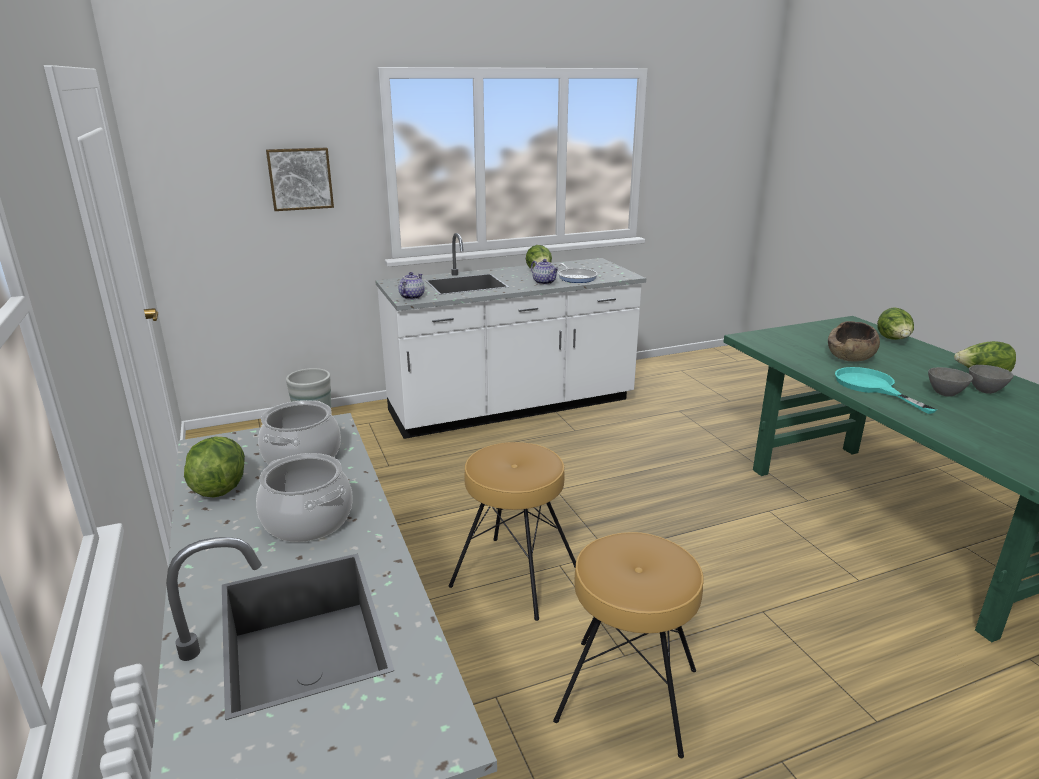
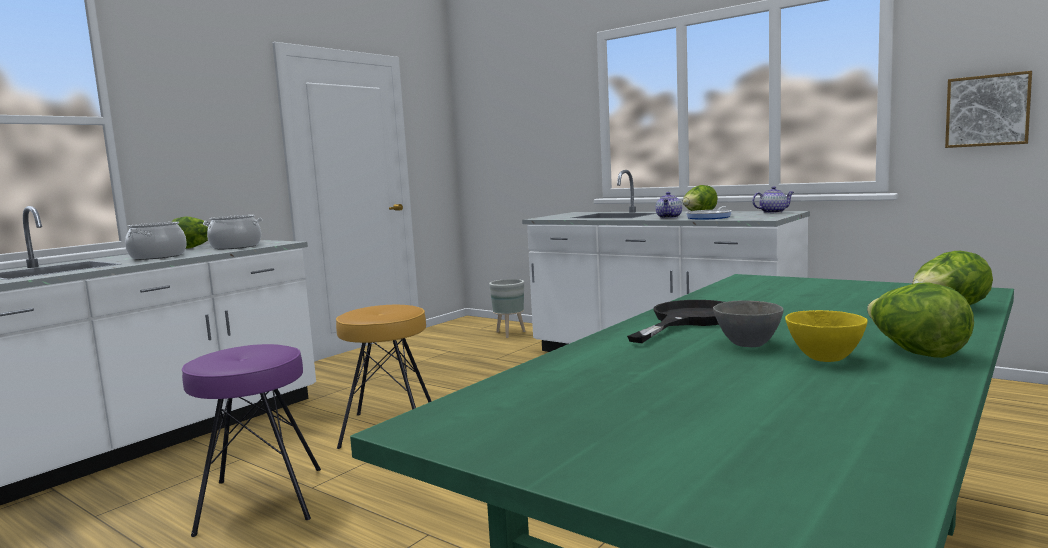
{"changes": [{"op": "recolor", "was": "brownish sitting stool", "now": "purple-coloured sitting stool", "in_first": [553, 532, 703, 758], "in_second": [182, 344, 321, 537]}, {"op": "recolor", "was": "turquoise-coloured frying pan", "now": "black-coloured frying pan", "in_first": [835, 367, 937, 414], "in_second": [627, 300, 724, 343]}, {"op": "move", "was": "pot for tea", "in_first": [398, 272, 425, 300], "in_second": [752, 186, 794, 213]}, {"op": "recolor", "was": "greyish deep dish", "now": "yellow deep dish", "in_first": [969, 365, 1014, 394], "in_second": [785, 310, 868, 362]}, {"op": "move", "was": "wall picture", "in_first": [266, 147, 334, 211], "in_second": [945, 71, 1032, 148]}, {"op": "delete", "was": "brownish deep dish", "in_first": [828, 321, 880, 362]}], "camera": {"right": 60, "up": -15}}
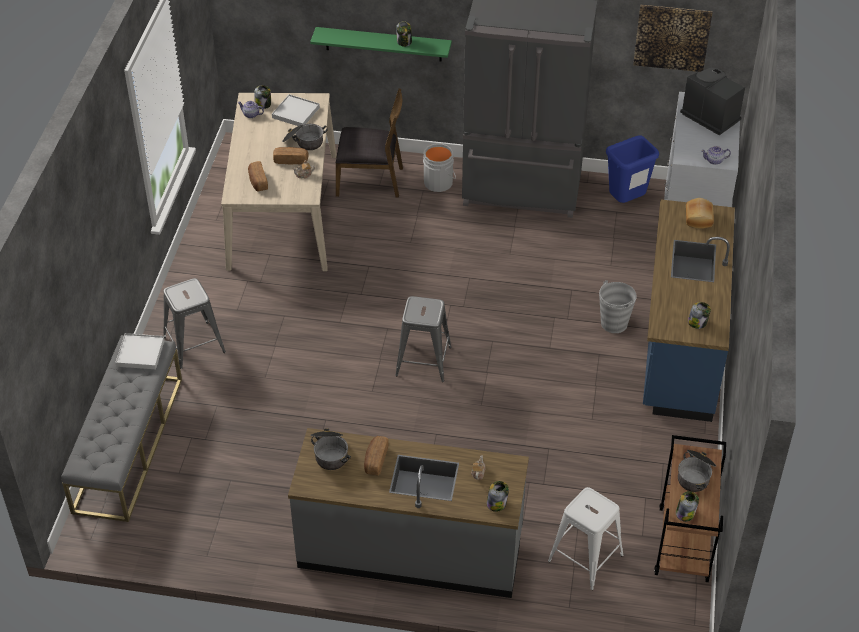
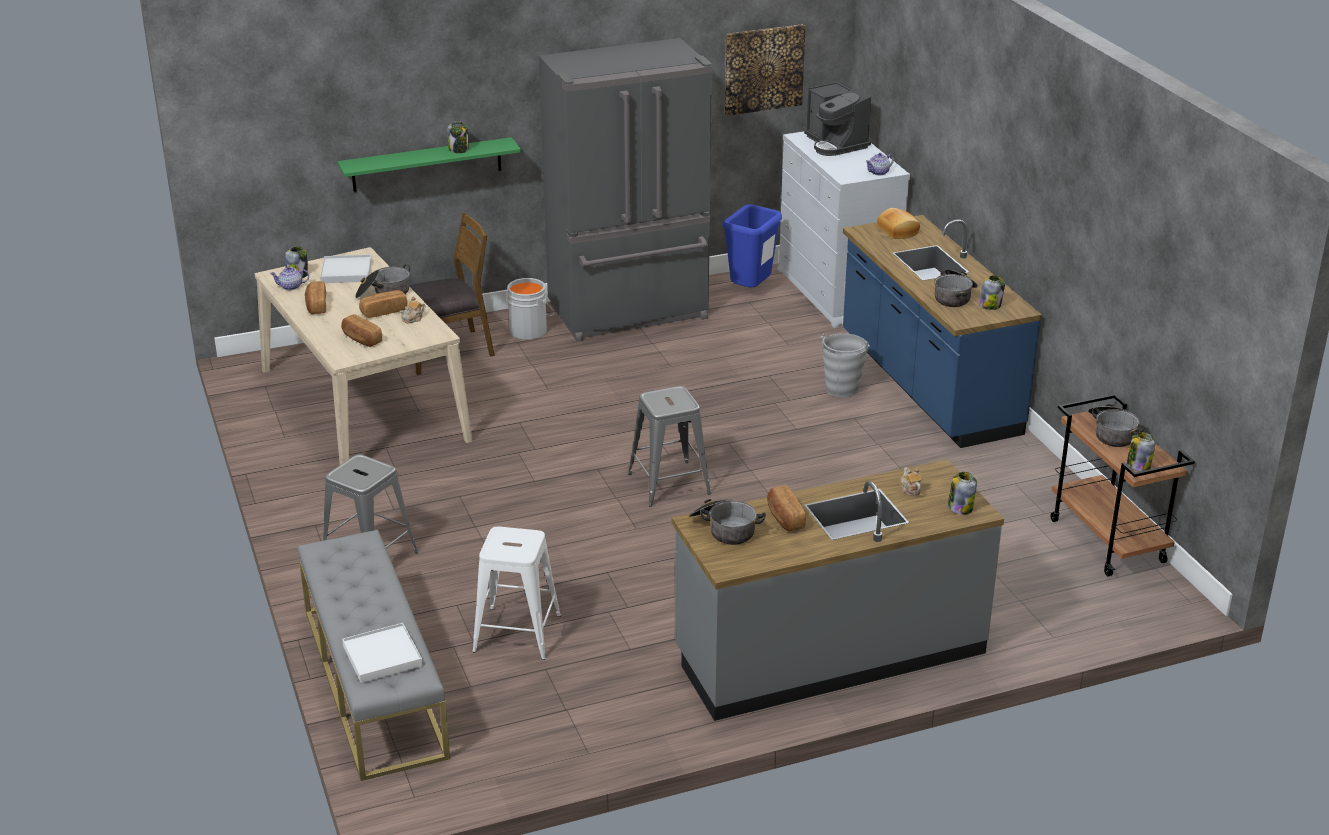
{"changes": [{"op": "insert", "now": "bakery bread", "in_second": [305, 281, 326, 314]}, {"op": "move", "was": "whitish carrying tray", "in_first": [115, 333, 165, 369], "in_second": [342, 623, 423, 683]}, {"op": "move", "was": "whitish sitting stool", "in_first": [548, 487, 624, 590], "in_second": [472, 527, 561, 660]}, {"op": "rotate", "was": "coffee machine", "in_first": [680, 68, 745, 135], "in_second": [804, 82, 871, 156], "clockwise": -135}, {"op": "insert", "now": "cooking pot", "in_second": [935, 269, 978, 307]}], "camera": {"right": -30, "up": -15}}
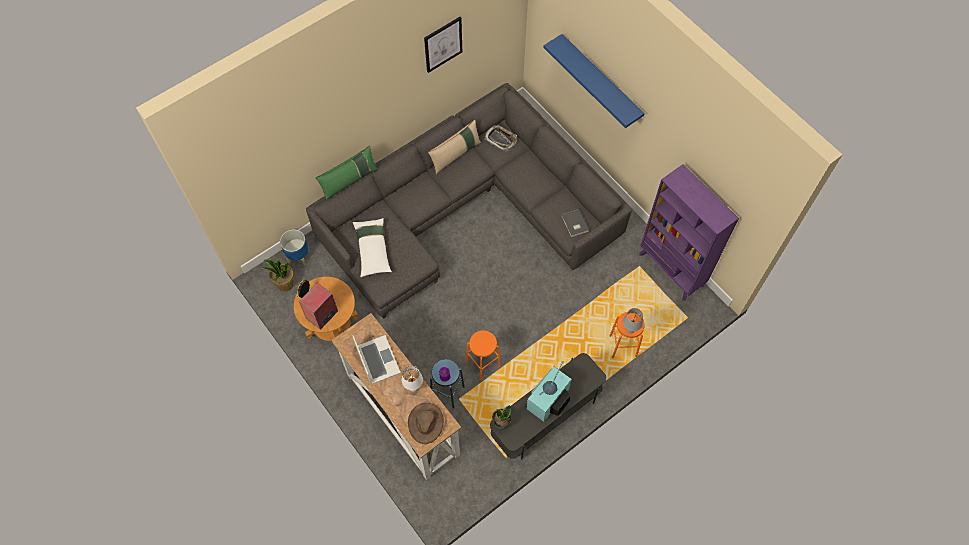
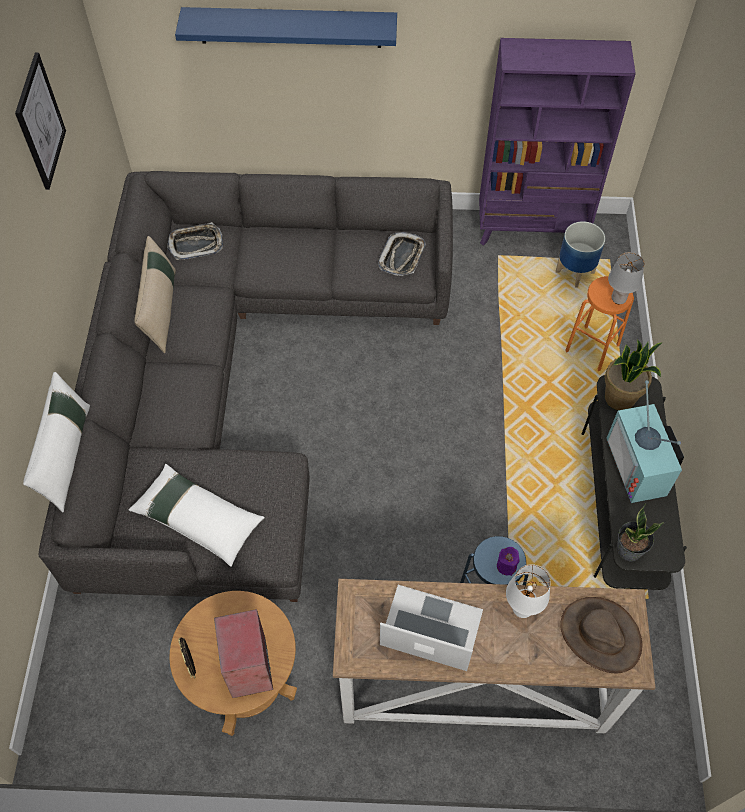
{"changes": [{"op": "recolor", "was": "green pillow", "now": "whitish pillow", "in_first": [316, 146, 378, 201], "in_second": [23, 372, 90, 512]}, {"op": "replace", "was": "greyish bound book", "now": "carrying tray", "in_first": [562, 209, 589, 237], "in_second": [378, 232, 426, 276]}, {"op": "move", "was": "planter", "in_first": [280, 229, 309, 265], "in_second": [556, 221, 605, 288]}, {"op": "move", "was": "plant in a pot", "in_first": [261, 259, 294, 292], "in_second": [604, 339, 663, 410]}, {"op": "delete", "was": "orange-coloured sitting stool", "in_first": [466, 330, 501, 381]}], "camera": {"right": -50, "up": -5}}
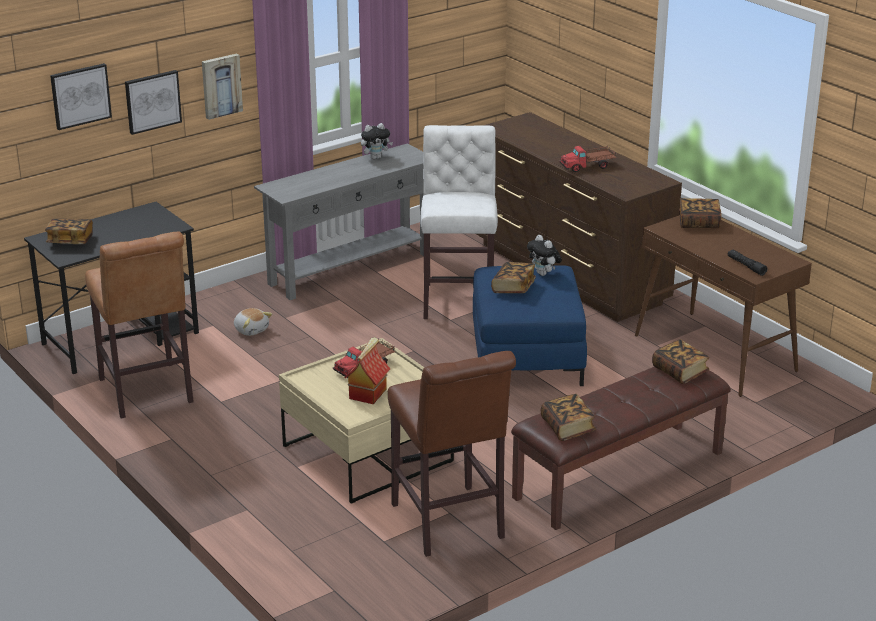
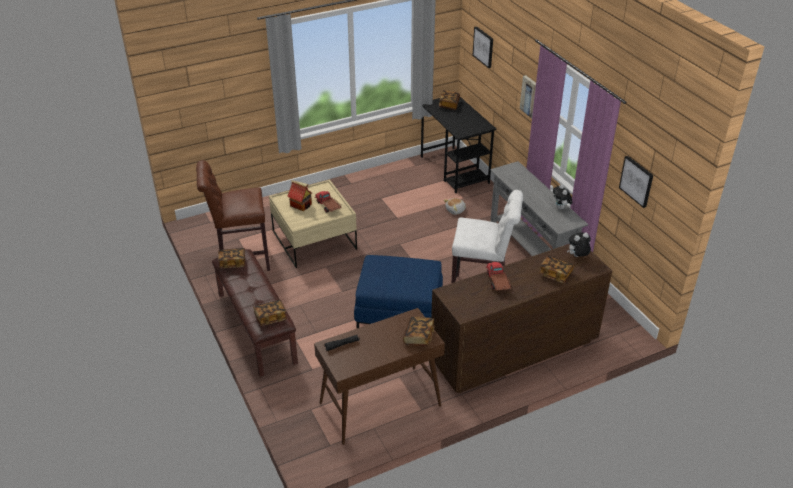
{"changes": [{"op": "move", "was": "bound book", "in_first": [491, 262, 536, 293], "in_second": [539, 256, 574, 283]}, {"op": "move", "was": "cuddly toy", "in_first": [527, 235, 562, 276], "in_second": [567, 232, 591, 257]}, {"op": "move", "was": "wall picture", "in_first": [125, 70, 182, 135], "in_second": [619, 156, 653, 208]}, {"op": "delete", "was": "brownish sitting stool", "in_first": [85, 232, 194, 418]}], "camera": {"right": 100, "up": 10}}
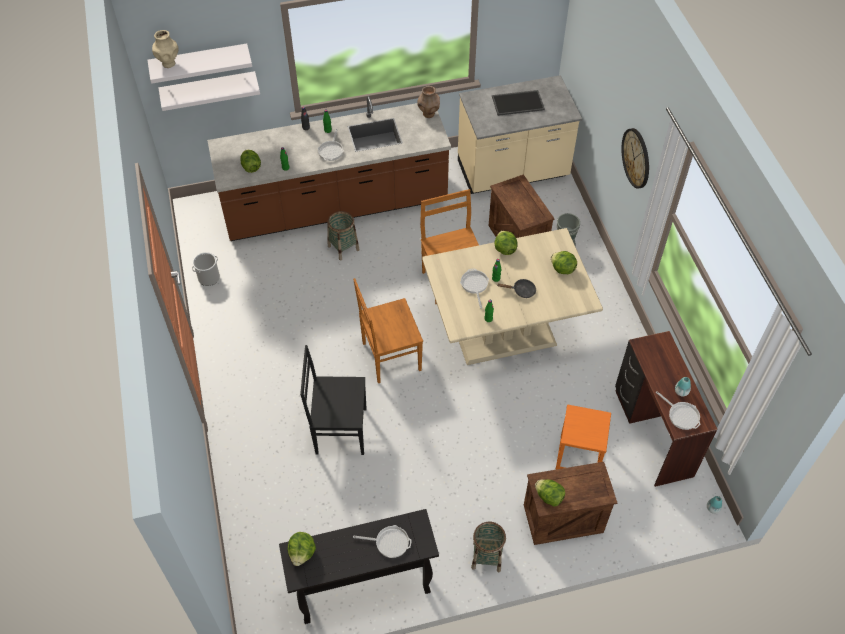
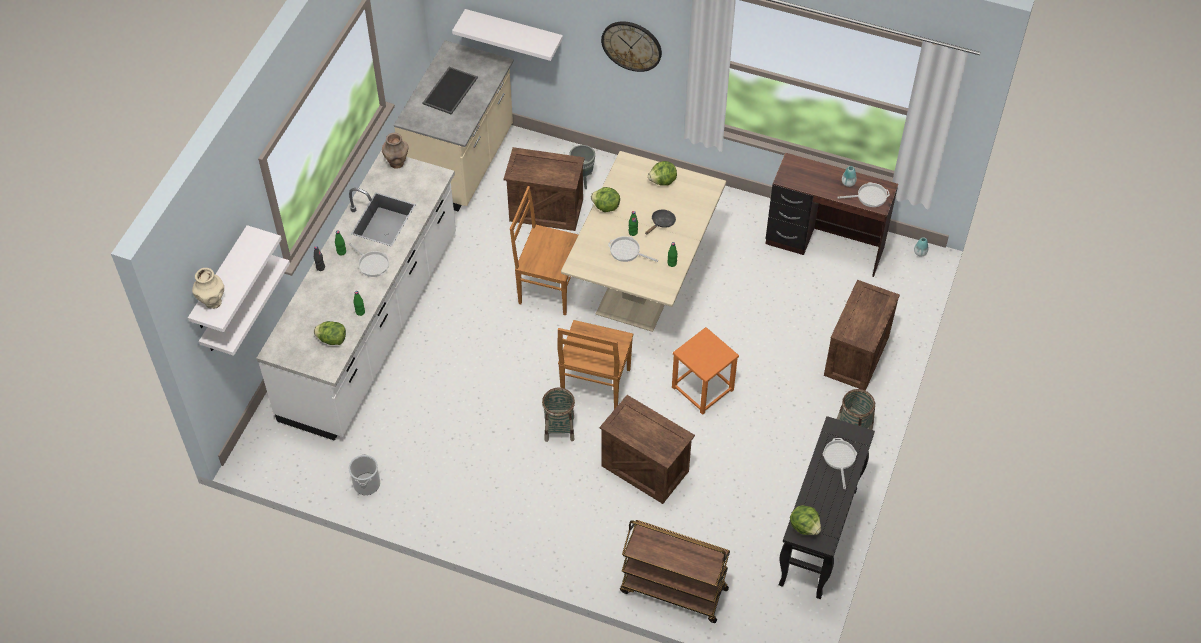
{"changes": [{"op": "recolor", "was": "brownish kitchen counter", "now": "whitish kitchen counter", "in_first": [207, 96, 451, 241], "in_second": [256, 150, 456, 441]}, {"op": "insert", "now": "whitish wall shelf", "in_second": [452, 9, 563, 61]}, {"op": "move", "was": "household basket", "in_first": [327, 211, 359, 261], "in_second": [542, 387, 575, 442]}, {"op": "replace", "was": "black-coloured plain chair", "now": "crate", "in_first": [300, 345, 366, 455], "in_second": [600, 395, 695, 504]}, {"op": "insert", "now": "brownish trolley", "in_second": [620, 520, 730, 623]}, {"op": "move", "was": "orange-coloured sitting stool", "in_first": [555, 404, 611, 470], "in_second": [672, 327, 739, 415]}, {"op": "rotate", "was": "frying pan", "in_first": [353, 525, 412, 558], "in_second": [822, 438, 857, 489], "clockwise": -45}, {"op": "delete", "was": "lettuce", "in_first": [535, 479, 565, 507]}], "camera": {"right": -55, "up": 0}}
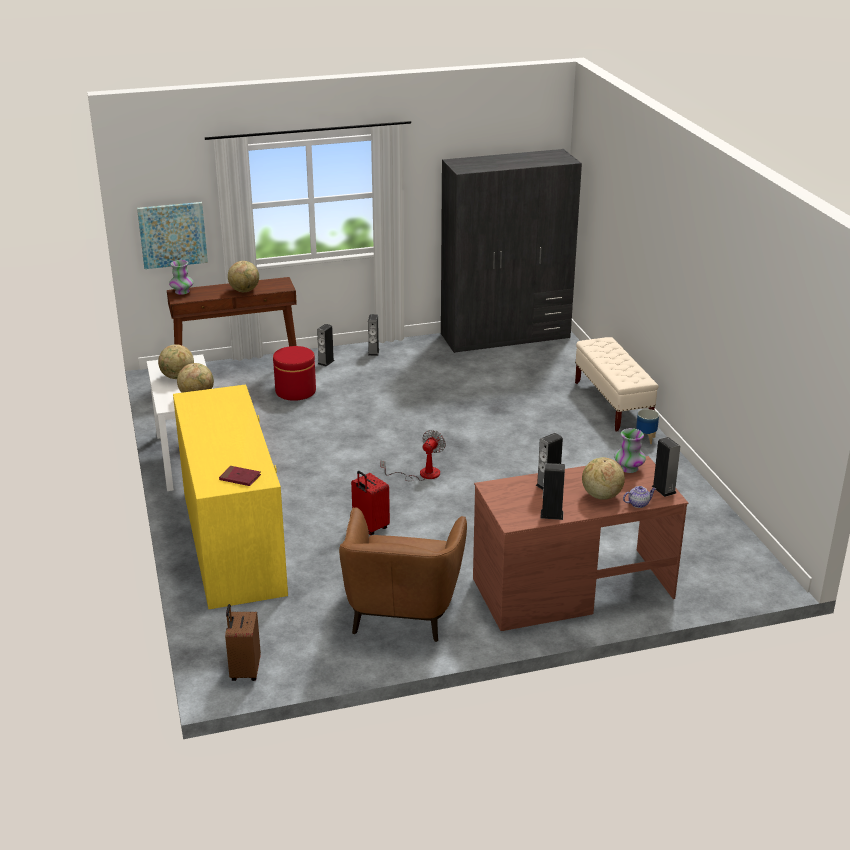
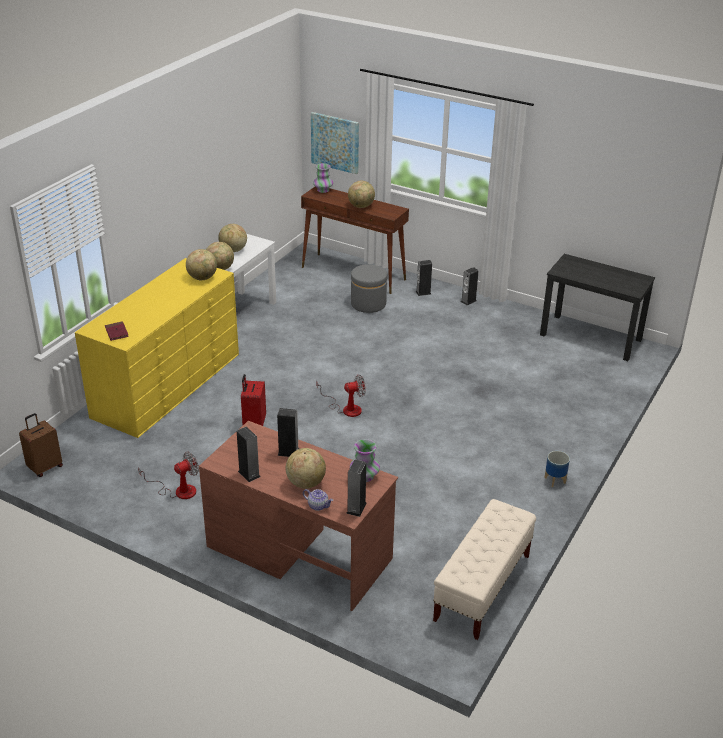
{"changes": [{"op": "replace", "was": "brownish easy chair", "now": "fan", "in_first": [339, 508, 467, 642], "in_second": [138, 452, 199, 499]}, {"op": "insert", "now": "desk globe", "in_second": [186, 249, 217, 280]}, {"op": "recolor", "was": "reddish footrest", "now": "greyish footrest", "in_first": [273, 346, 316, 401], "in_second": [351, 264, 387, 313]}, {"op": "move", "was": "beige-coloured indoor bench", "in_first": [575, 337, 659, 432], "in_second": [433, 499, 536, 640]}, {"op": "replace", "was": "greyish clothes cupboard", "now": "black-coloured desk unit", "in_first": [441, 149, 582, 353], "in_second": [540, 254, 655, 361]}], "camera": {"right": 45, "up": 5}}
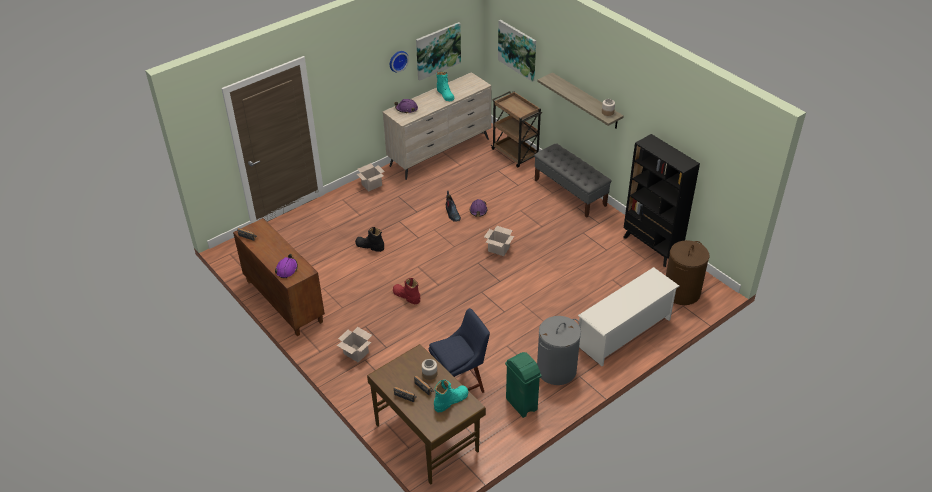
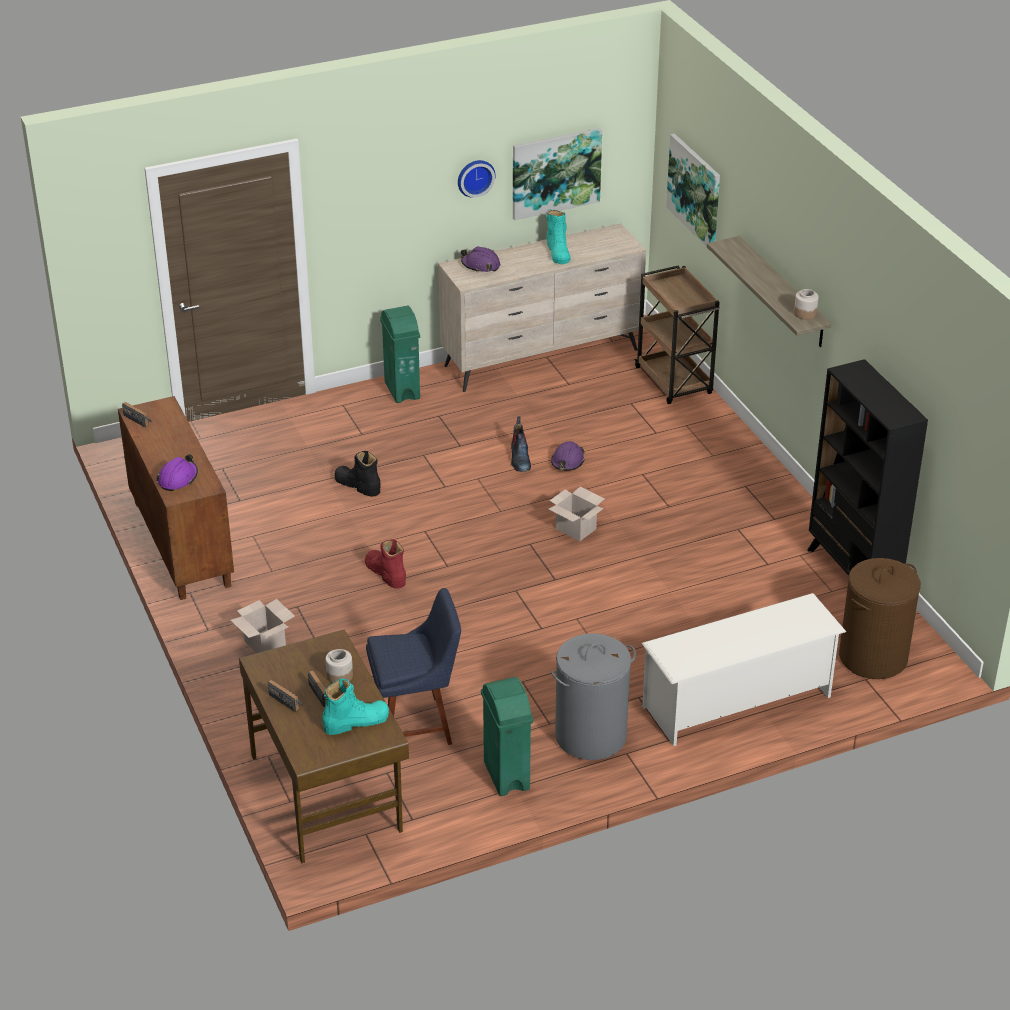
{"changes": [{"op": "replace", "was": "carton", "now": "green trash can", "in_first": [357, 163, 385, 192], "in_second": [380, 306, 420, 403]}, {"op": "delete", "was": "greyish indoor bench", "in_first": [534, 143, 612, 218]}], "camera": {"right": 15, "up": -5}}
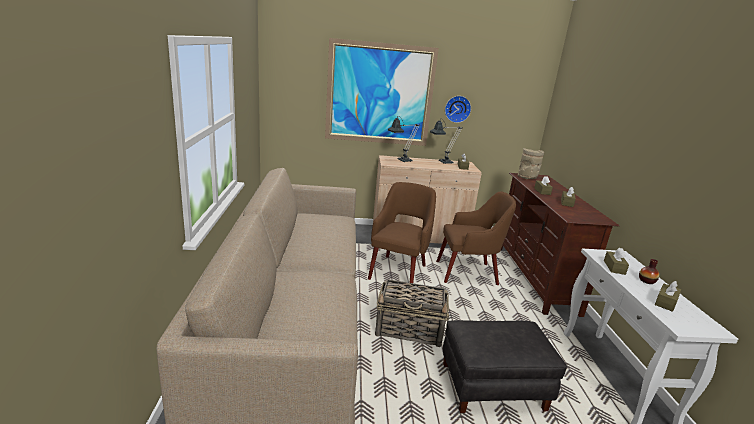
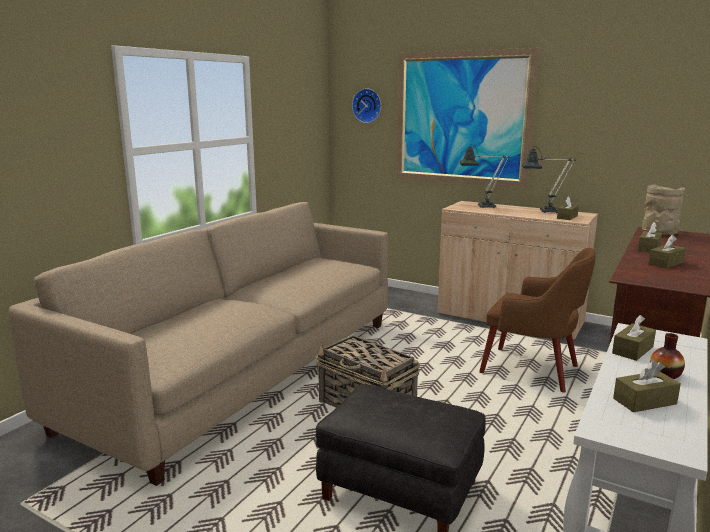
{"changes": [{"op": "move", "was": "hanging clock", "in_first": [445, 96, 471, 123], "in_second": [352, 88, 381, 123]}, {"op": "delete", "was": "brownish easy chair", "in_first": [368, 182, 436, 283]}], "camera": {"right": 35, "up": -5}}
